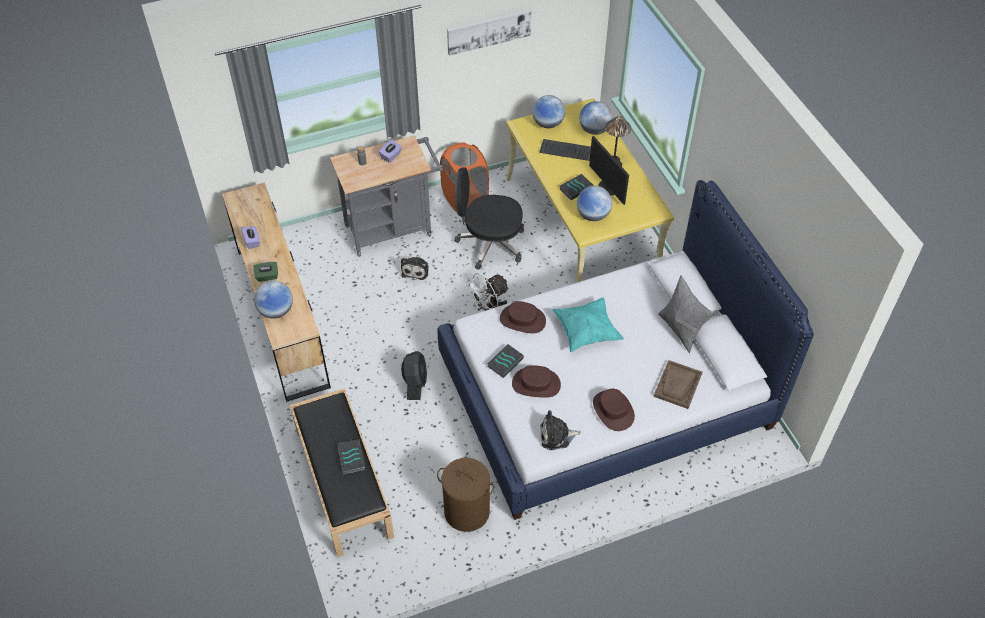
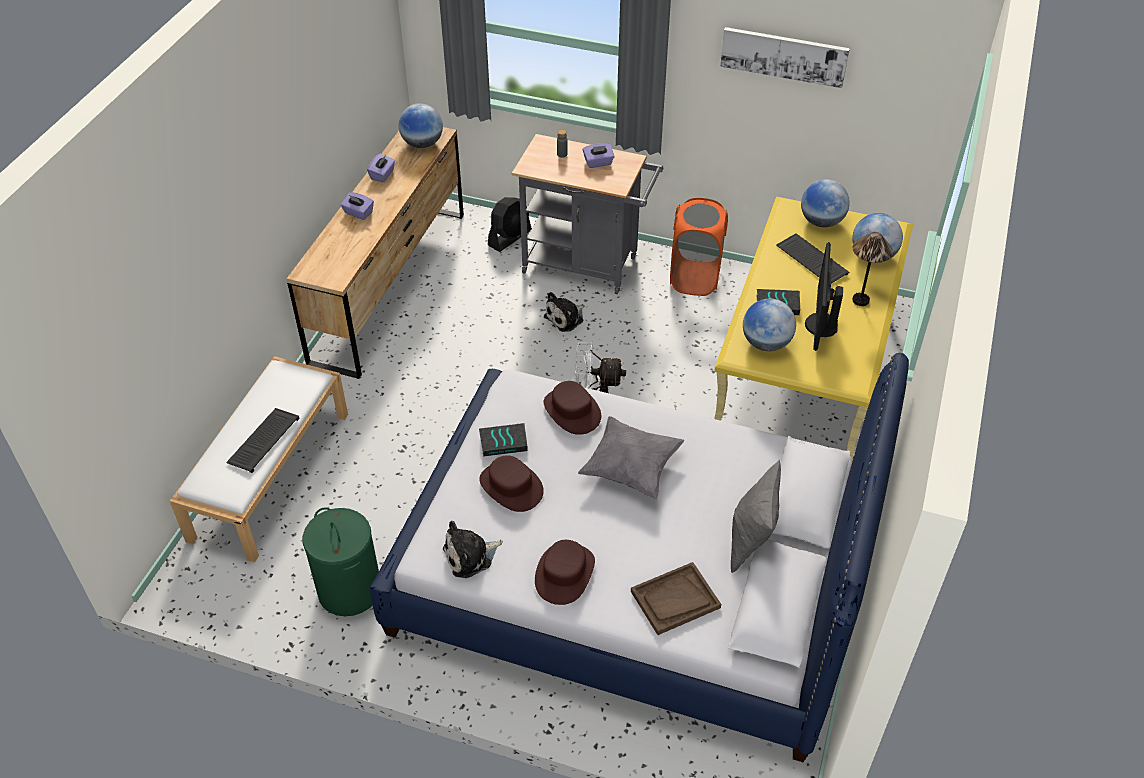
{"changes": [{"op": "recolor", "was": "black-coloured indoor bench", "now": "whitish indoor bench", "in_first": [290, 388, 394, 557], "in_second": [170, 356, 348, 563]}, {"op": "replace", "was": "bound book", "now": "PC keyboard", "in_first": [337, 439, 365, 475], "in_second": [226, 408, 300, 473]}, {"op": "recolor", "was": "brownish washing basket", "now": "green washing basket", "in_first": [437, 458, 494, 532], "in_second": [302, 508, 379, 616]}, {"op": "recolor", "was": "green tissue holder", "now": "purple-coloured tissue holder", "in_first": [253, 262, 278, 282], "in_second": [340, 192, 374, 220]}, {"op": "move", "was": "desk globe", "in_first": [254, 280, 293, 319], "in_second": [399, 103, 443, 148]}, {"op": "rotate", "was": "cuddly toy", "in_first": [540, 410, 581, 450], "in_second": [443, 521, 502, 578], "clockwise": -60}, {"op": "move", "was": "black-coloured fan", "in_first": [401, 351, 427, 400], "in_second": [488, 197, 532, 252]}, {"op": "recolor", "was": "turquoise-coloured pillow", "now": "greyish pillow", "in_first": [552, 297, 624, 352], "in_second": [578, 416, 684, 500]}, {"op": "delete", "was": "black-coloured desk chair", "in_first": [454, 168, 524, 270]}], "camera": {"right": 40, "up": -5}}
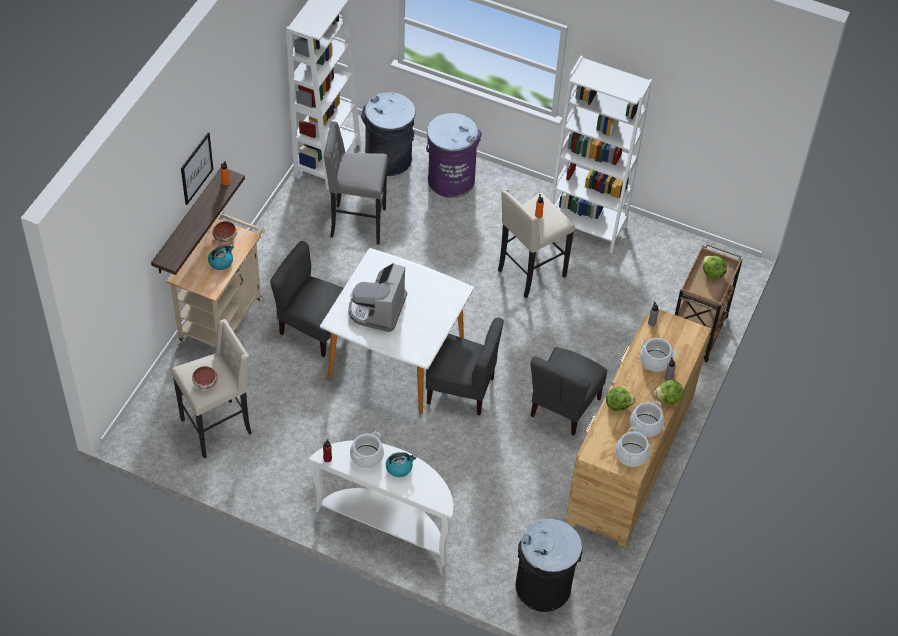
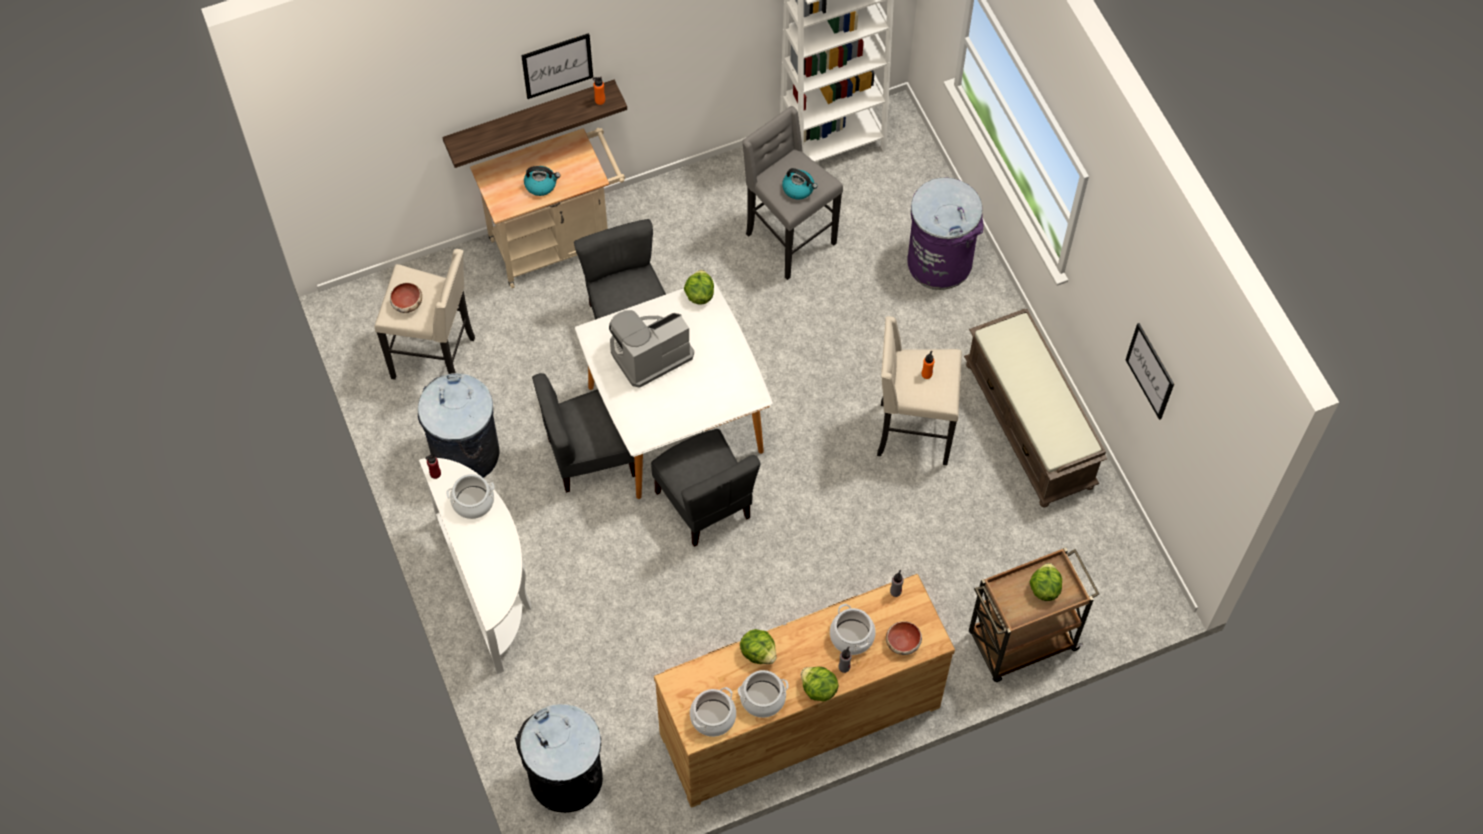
{"changes": [{"op": "move", "was": "greyish trash can", "in_first": [360, 92, 416, 176], "in_second": [418, 373, 500, 478]}, {"op": "move", "was": "greyish plain chair", "in_first": [531, 347, 607, 436], "in_second": [532, 373, 635, 493]}, {"op": "insert", "now": "lettuce", "in_second": [684, 270, 714, 305]}, {"op": "move", "was": "tea kettle", "in_first": [386, 452, 417, 477], "in_second": [782, 168, 817, 200]}, {"op": "move", "was": "deep dish", "in_first": [213, 221, 237, 242], "in_second": [886, 621, 922, 655]}, {"op": "replace", "was": "whitish bookshelf", "now": "brownish indoor bench", "in_first": [551, 56, 652, 254], "in_second": [964, 309, 1107, 507]}, {"op": "insert", "now": "wall picture", "in_second": [1126, 323, 1174, 420]}], "camera": {"right": 45, "up": 10}}
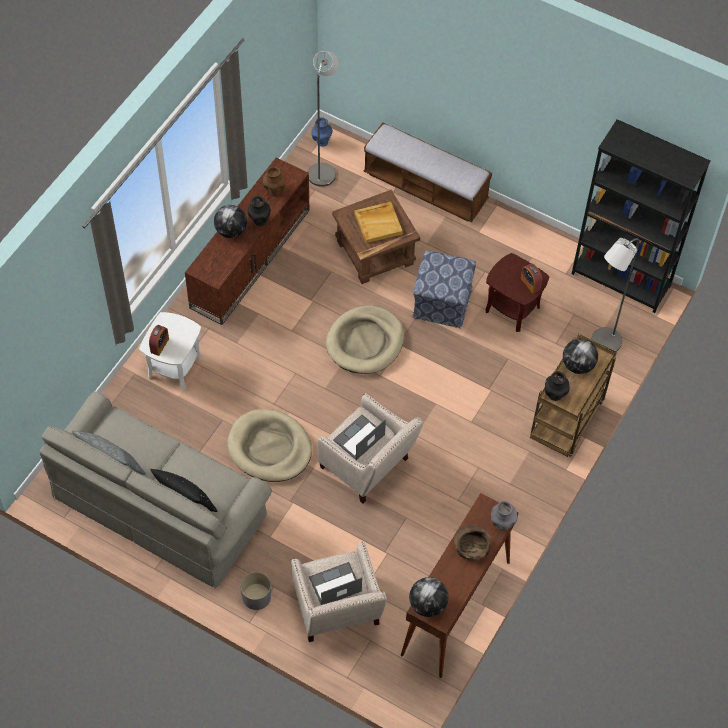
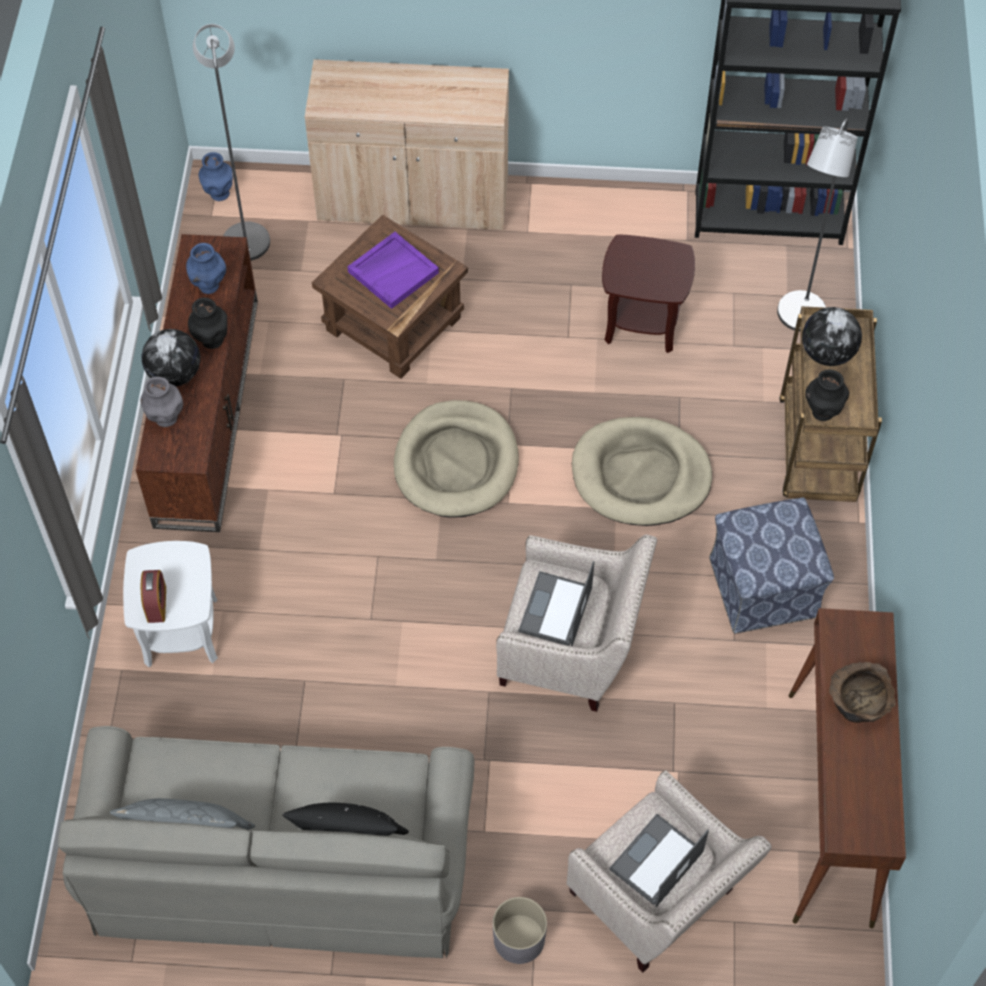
{"changes": [{"op": "move", "was": "greyish decorative vase", "in_first": [491, 501, 517, 531], "in_second": [140, 377, 183, 427]}, {"op": "recolor", "was": "brownish decorative vase", "now": "bluish decorative vase", "in_first": [263, 166, 285, 196], "in_second": [186, 243, 226, 294]}, {"op": "replace", "was": "indoor bench", "now": "beige-coloured storage cabinet", "in_first": [364, 122, 492, 222], "in_second": [305, 59, 509, 230]}, {"op": "recolor", "was": "beige-coloured carrying tray", "now": "purple-coloured carrying tray", "in_first": [355, 202, 403, 243], "in_second": [347, 232, 439, 309]}, {"op": "move", "was": "beige-coloured pet bed", "in_first": [227, 409, 312, 482], "in_second": [572, 417, 712, 526]}, {"op": "move", "was": "footrest", "in_first": [412, 251, 476, 328], "in_second": [709, 498, 834, 634]}, {"op": "delete", "was": "desk globe", "in_first": [409, 577, 449, 617]}, {"op": "delete", "was": "bedside clock", "in_first": [521, 263, 542, 294]}], "camera": {"right": -25, "up": 0}}
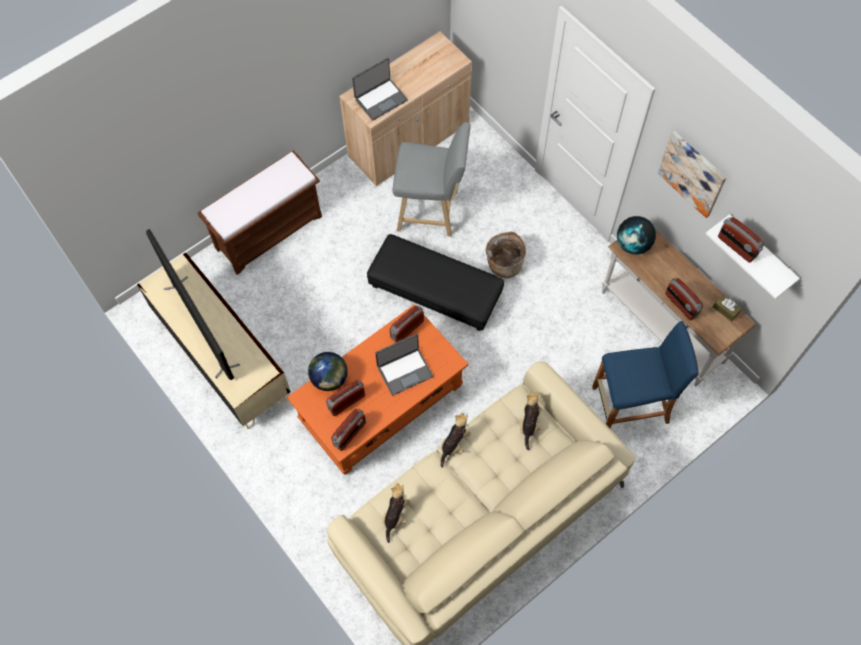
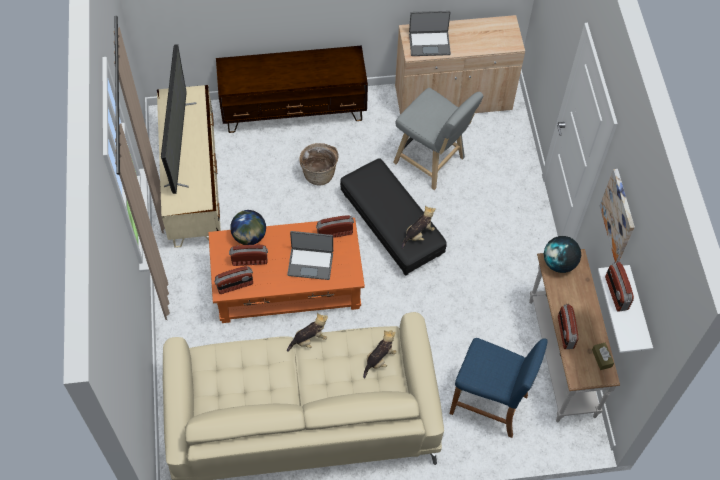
{"changes": [{"op": "replace", "was": "brownish indoor bench", "now": "brownish tv stand", "in_first": [198, 150, 322, 275], "in_second": [216, 46, 368, 133]}, {"op": "move", "was": "household basket", "in_first": [486, 232, 526, 278], "in_second": [299, 143, 339, 186]}, {"op": "move", "was": "cuddly toy", "in_first": [383, 483, 410, 543], "in_second": [402, 206, 436, 249]}], "camera": {"right": 30, "up": -5}}
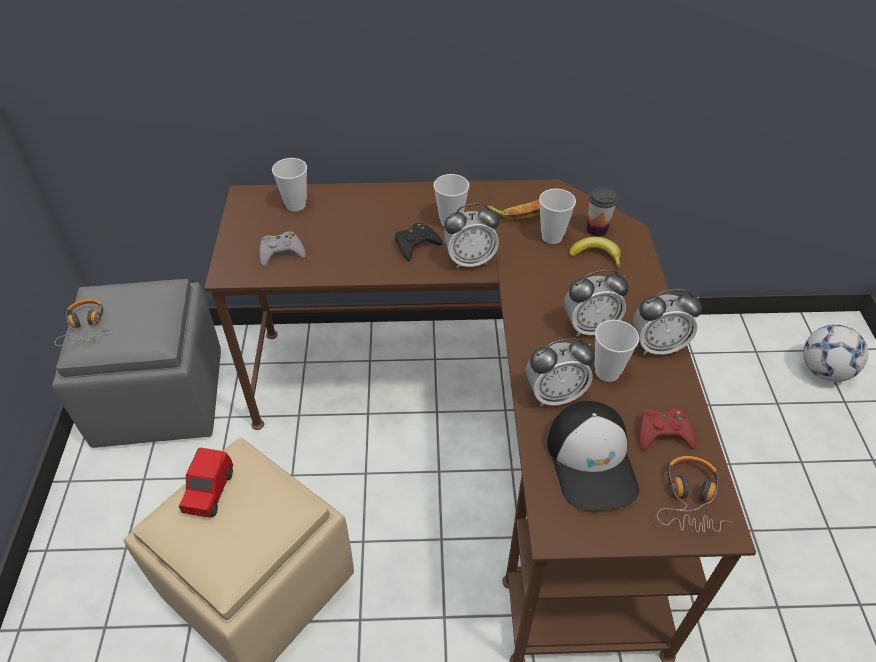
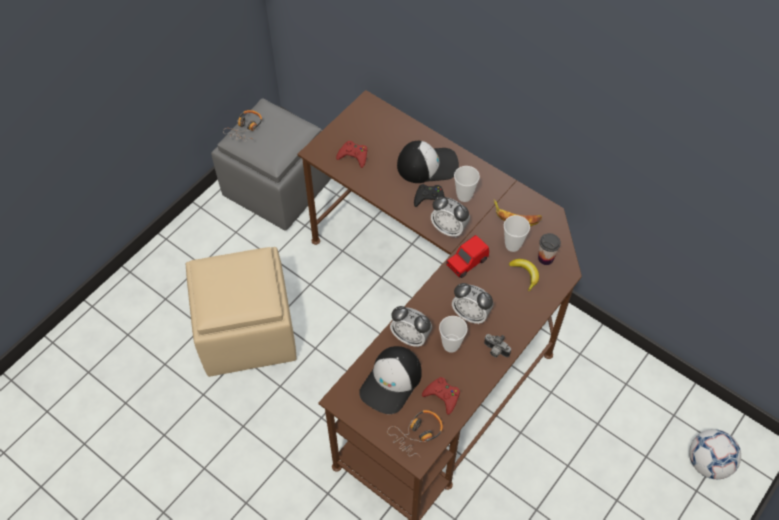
{"changes": [{"op": "recolor", "was": "greyish game controller", "now": "reddish game controller", "in_first": [260, 231, 306, 267], "in_second": [336, 141, 367, 168]}, {"op": "insert", "now": "peaked cap", "in_second": [397, 141, 459, 183]}, {"op": "move", "was": "reddish toy car", "in_first": [179, 448, 233, 518], "in_second": [446, 235, 489, 278]}, {"op": "replace", "was": "bedside clock", "now": "still camera", "in_first": [632, 289, 702, 355], "in_second": [484, 334, 511, 357]}, {"op": "delete", "was": "drinking cup", "in_first": [272, 158, 307, 212]}], "camera": {"right": 40, "up": 10}}
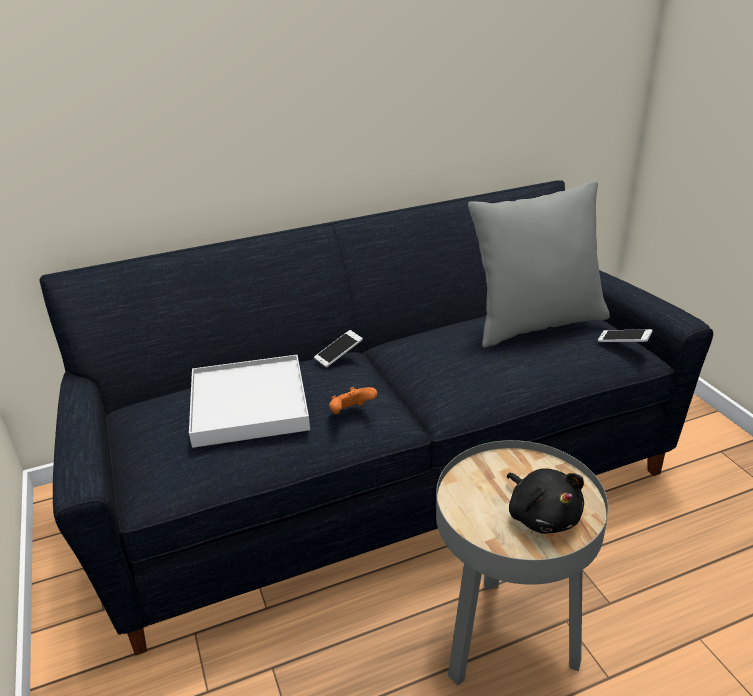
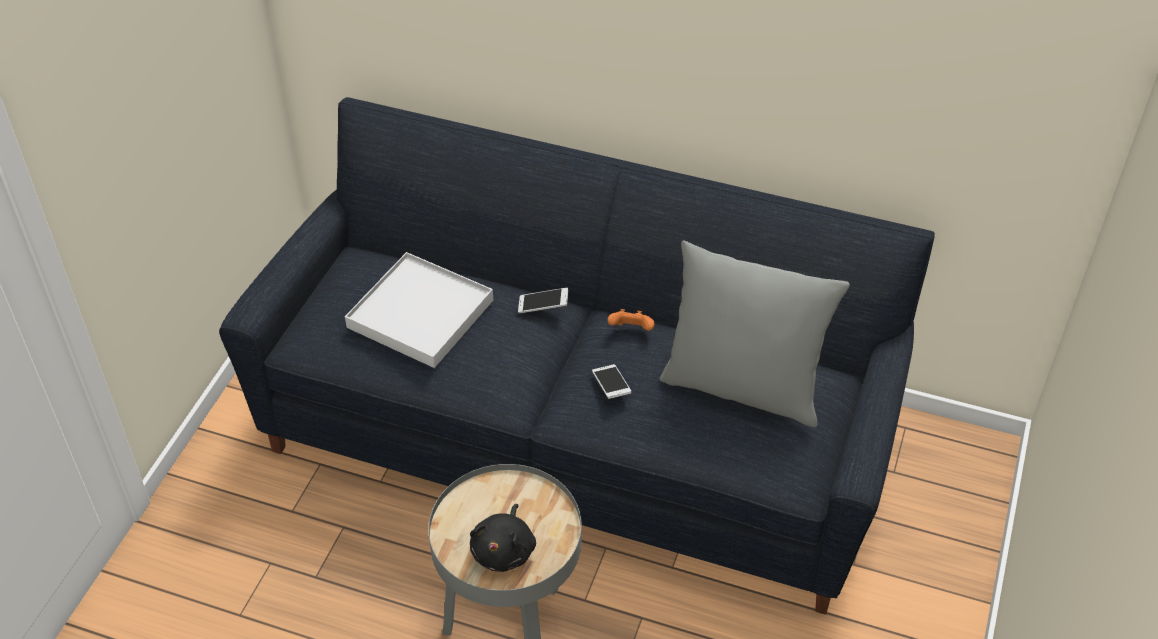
{"changes": [{"op": "move", "was": "handset", "in_first": [598, 329, 652, 342], "in_second": [592, 364, 631, 399]}, {"op": "move", "was": "orange-coloured game controller", "in_first": [329, 387, 377, 414], "in_second": [608, 309, 655, 331]}], "camera": {"right": 40, "up": 15}}
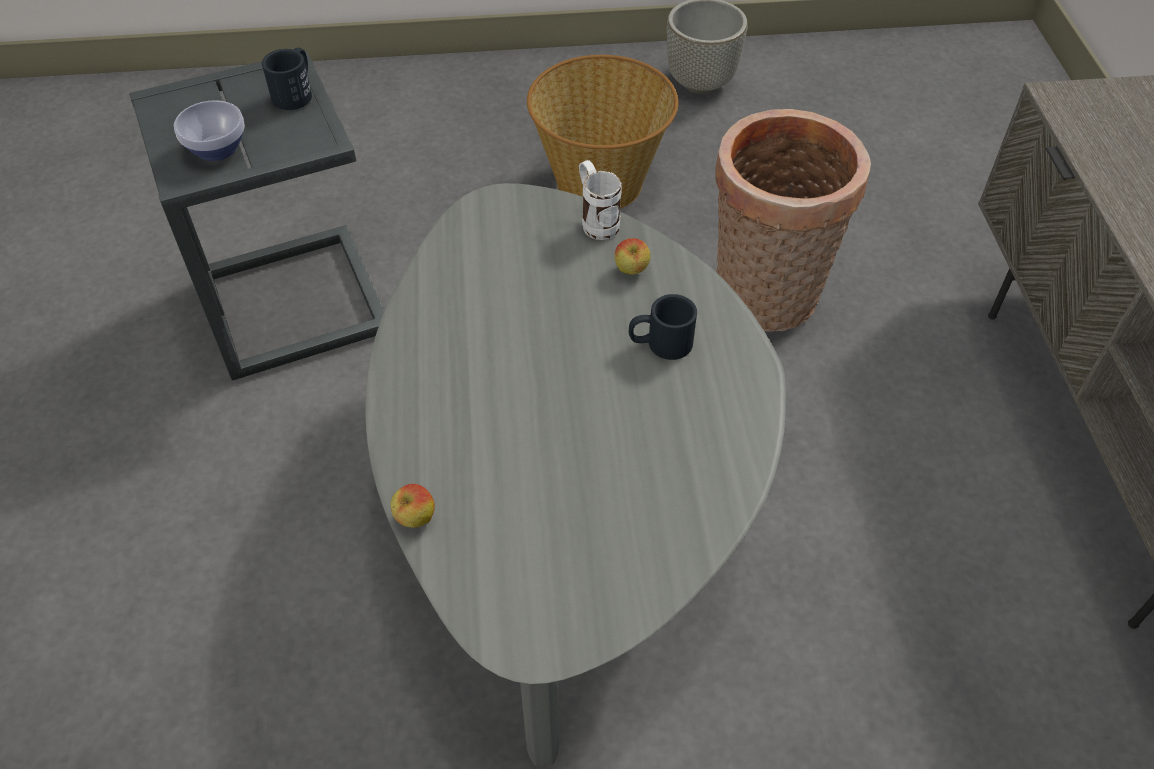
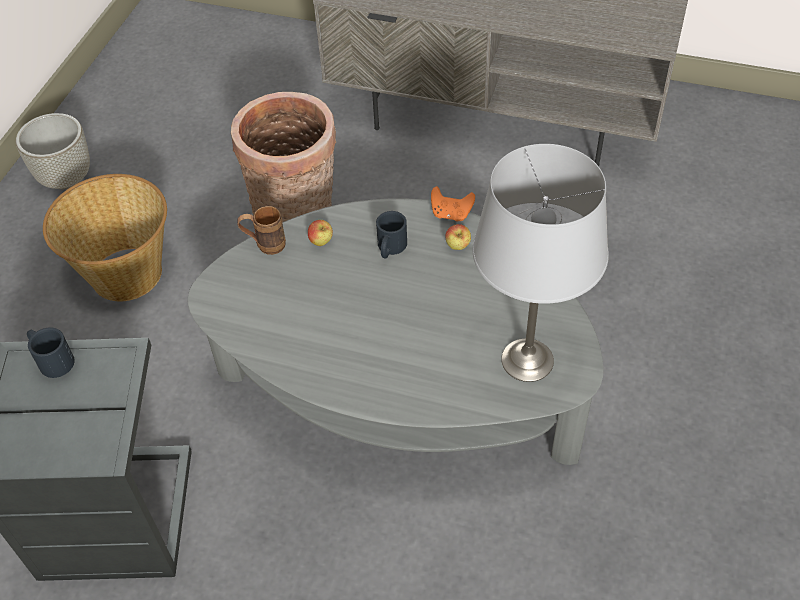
{"changes": [{"op": "recolor", "was": "whitish tea mug", "now": "brownish tea mug", "in_first": [579, 160, 622, 240], "in_second": [237, 206, 286, 255]}, {"op": "insert", "now": "orange-coloured game controller", "in_second": [431, 186, 475, 221]}, {"op": "move", "was": "apple", "in_first": [391, 484, 435, 528], "in_second": [445, 224, 471, 250]}, {"op": "insert", "now": "greyish tabletop lamp", "in_second": [473, 144, 609, 382]}, {"op": "delete", "was": "deep dish", "in_first": [174, 100, 245, 161]}], "camera": {"right": -65, "up": 0}}
